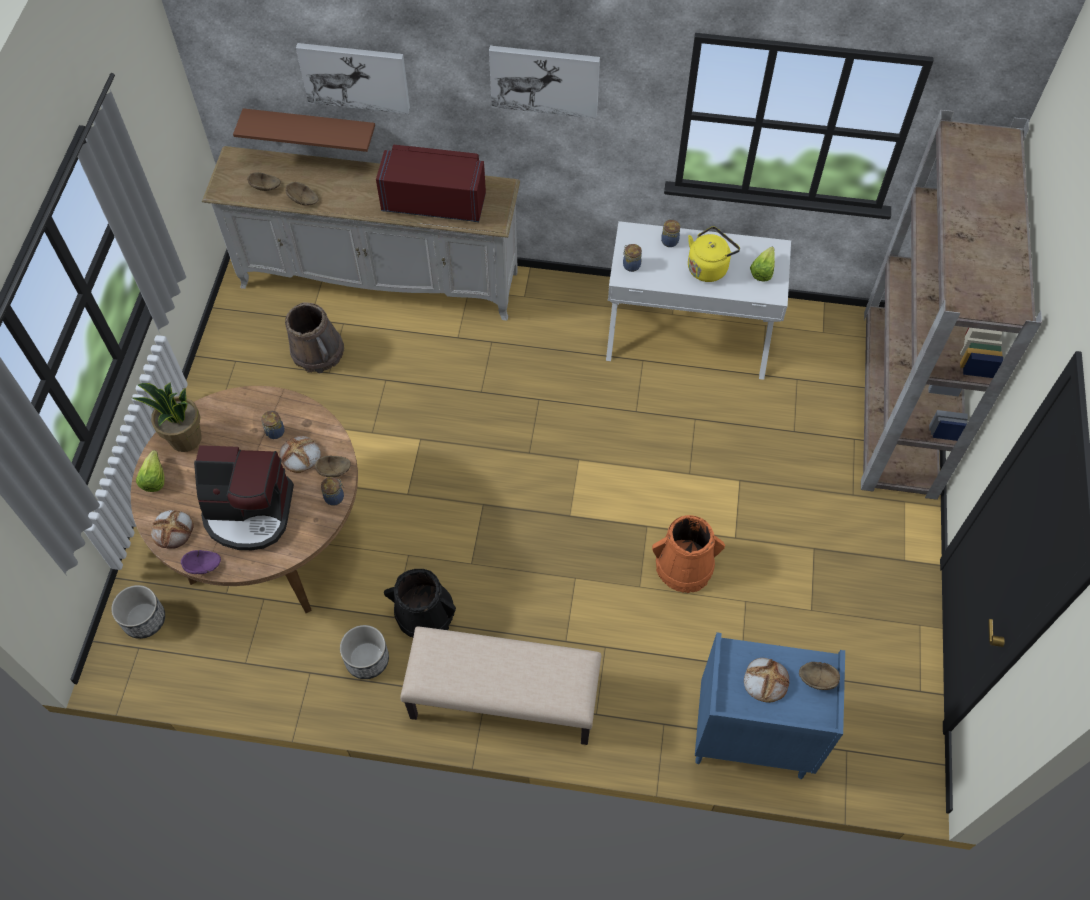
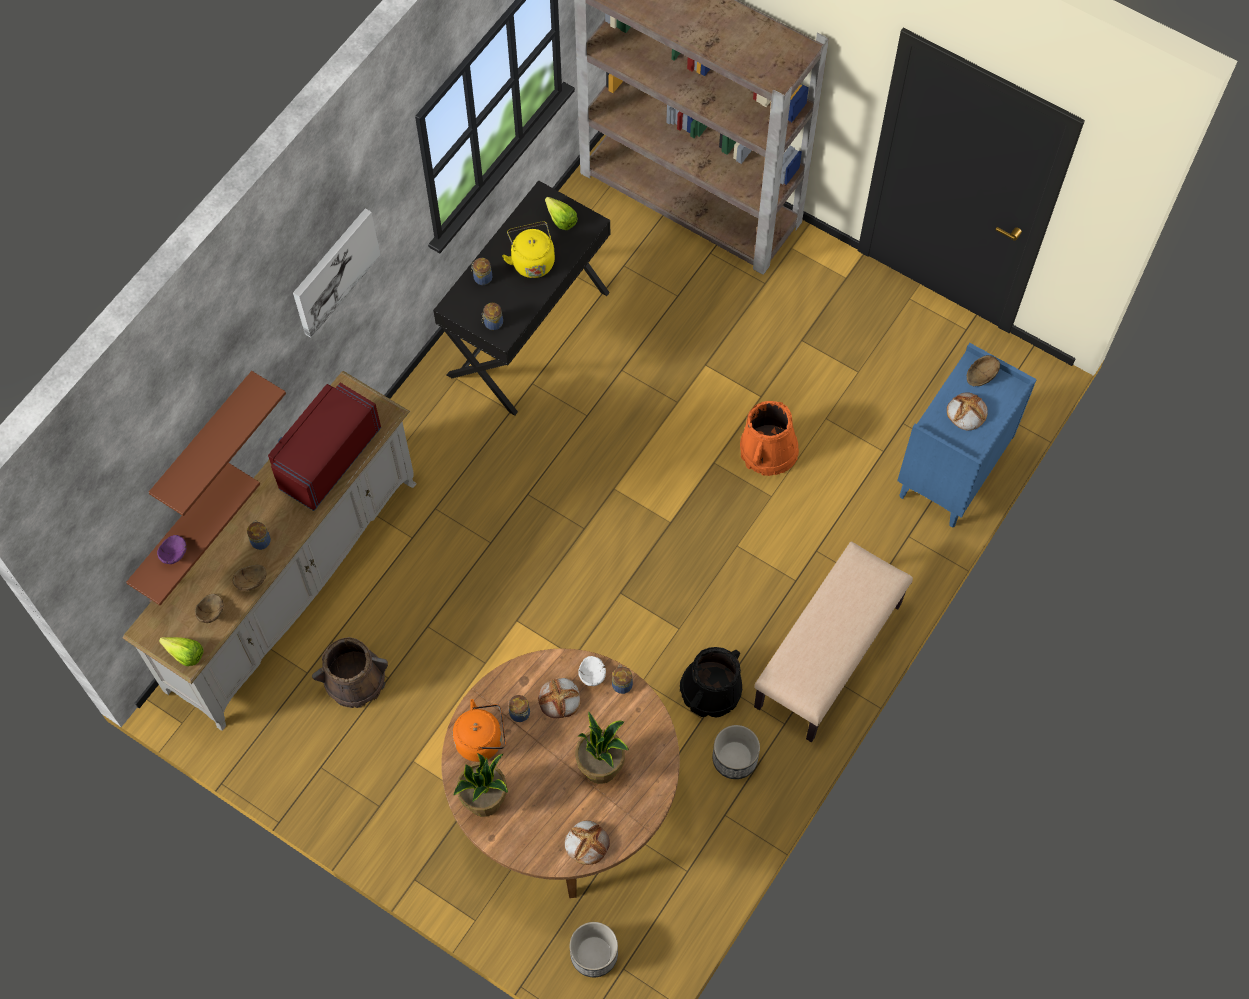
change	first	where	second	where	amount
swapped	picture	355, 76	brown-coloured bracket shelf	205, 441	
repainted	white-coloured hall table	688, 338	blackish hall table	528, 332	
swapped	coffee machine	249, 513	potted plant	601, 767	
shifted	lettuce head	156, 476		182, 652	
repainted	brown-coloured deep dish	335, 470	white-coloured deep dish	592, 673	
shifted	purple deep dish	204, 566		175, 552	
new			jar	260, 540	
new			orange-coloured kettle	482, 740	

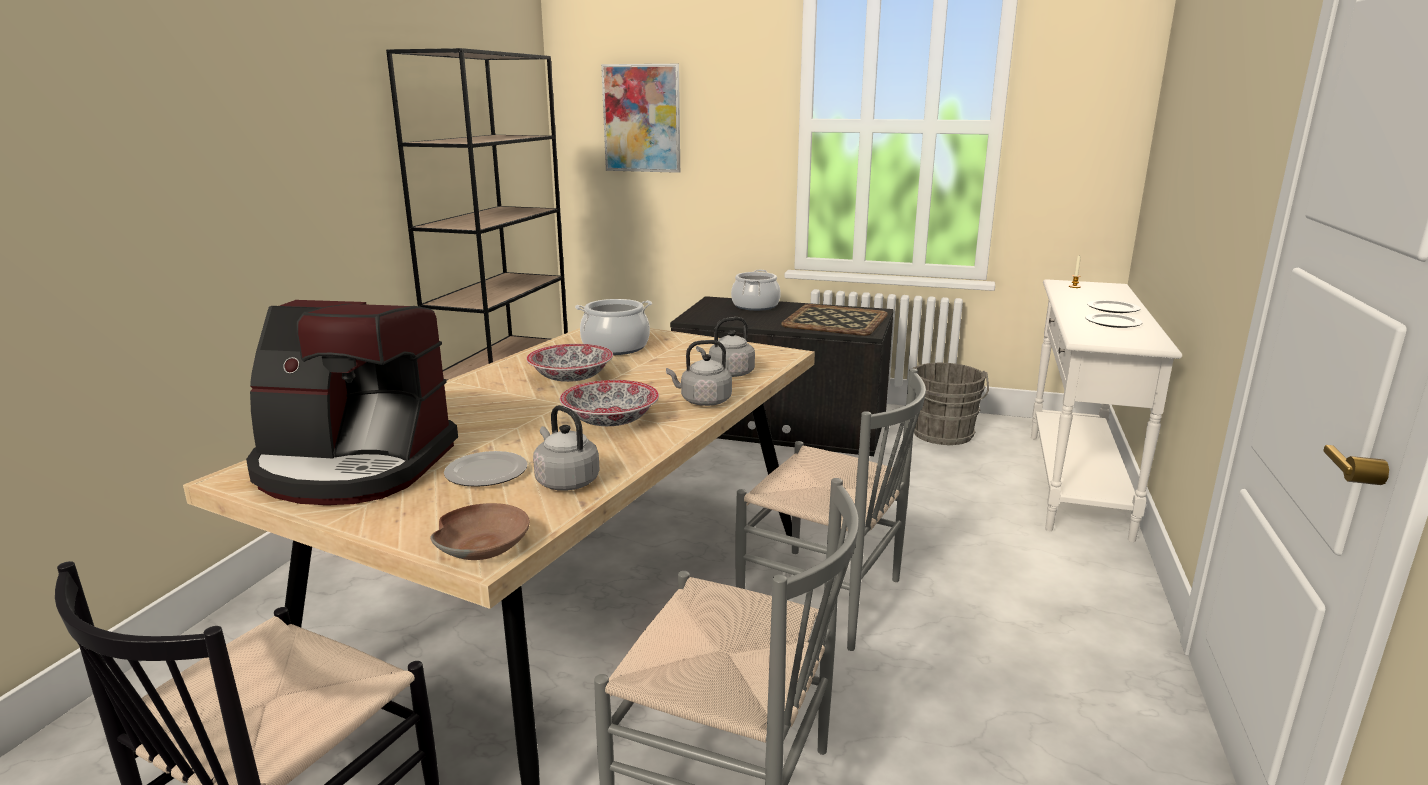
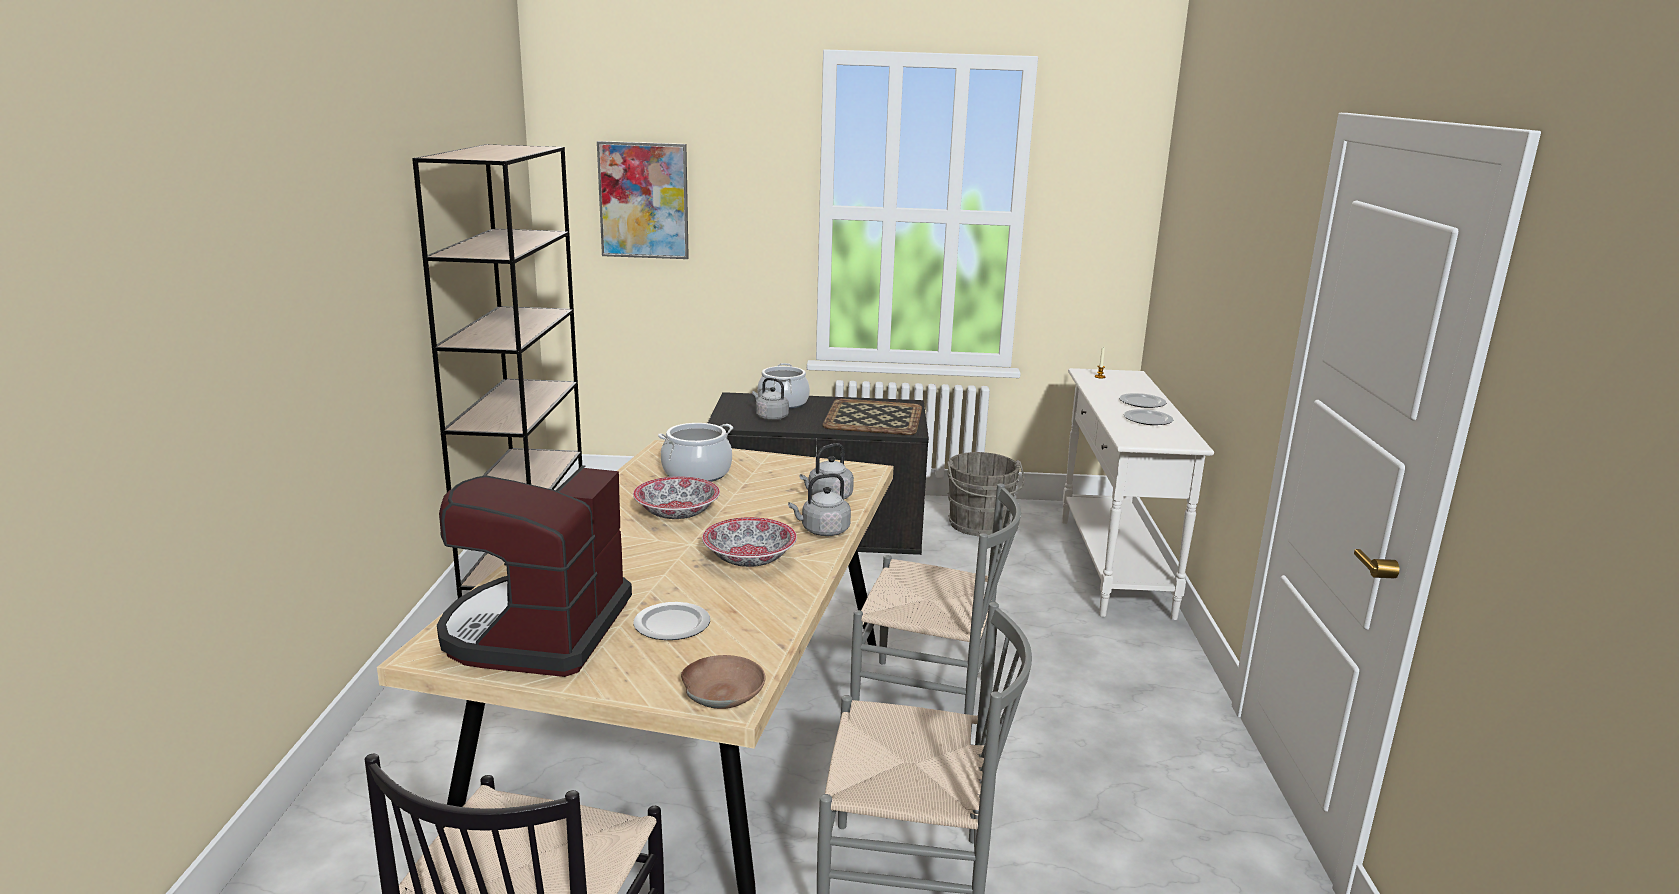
change	first	where	second	where	amount
rotated	coffee machine	353, 466		536, 631	105 degrees clockwise
shifted	greyish kettle	565, 481		770, 417	

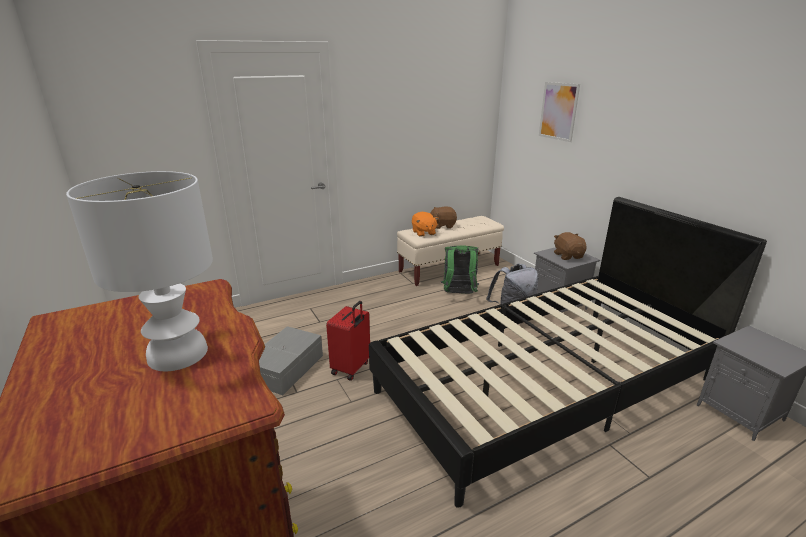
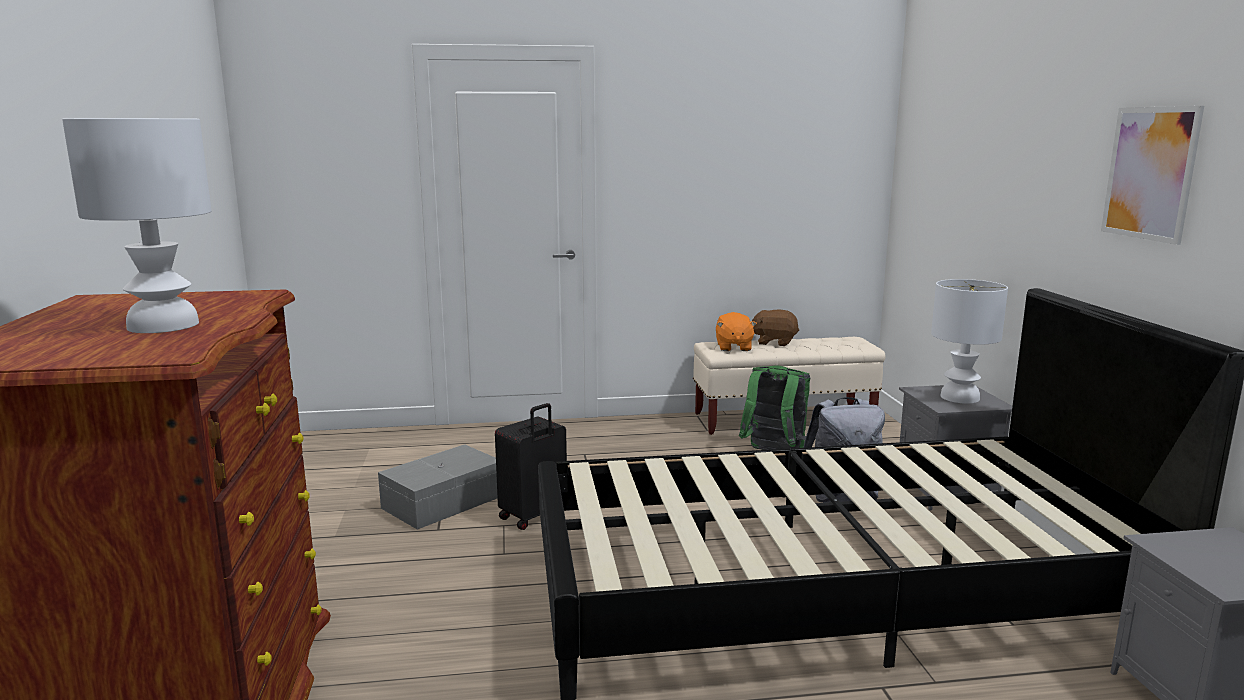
change	first	where	second	where	amount
shifted	picture	558, 111		1150, 173	
swapped	brown-coloured plush toy	568, 256	white-coloured lamp for a table	959, 397	
repainted	reddish travel case	351, 368	blackish travel case	533, 516	

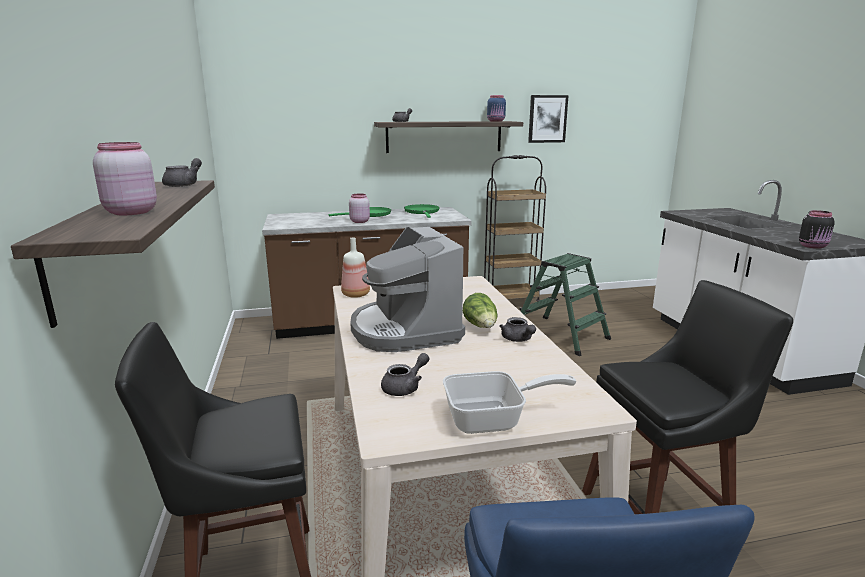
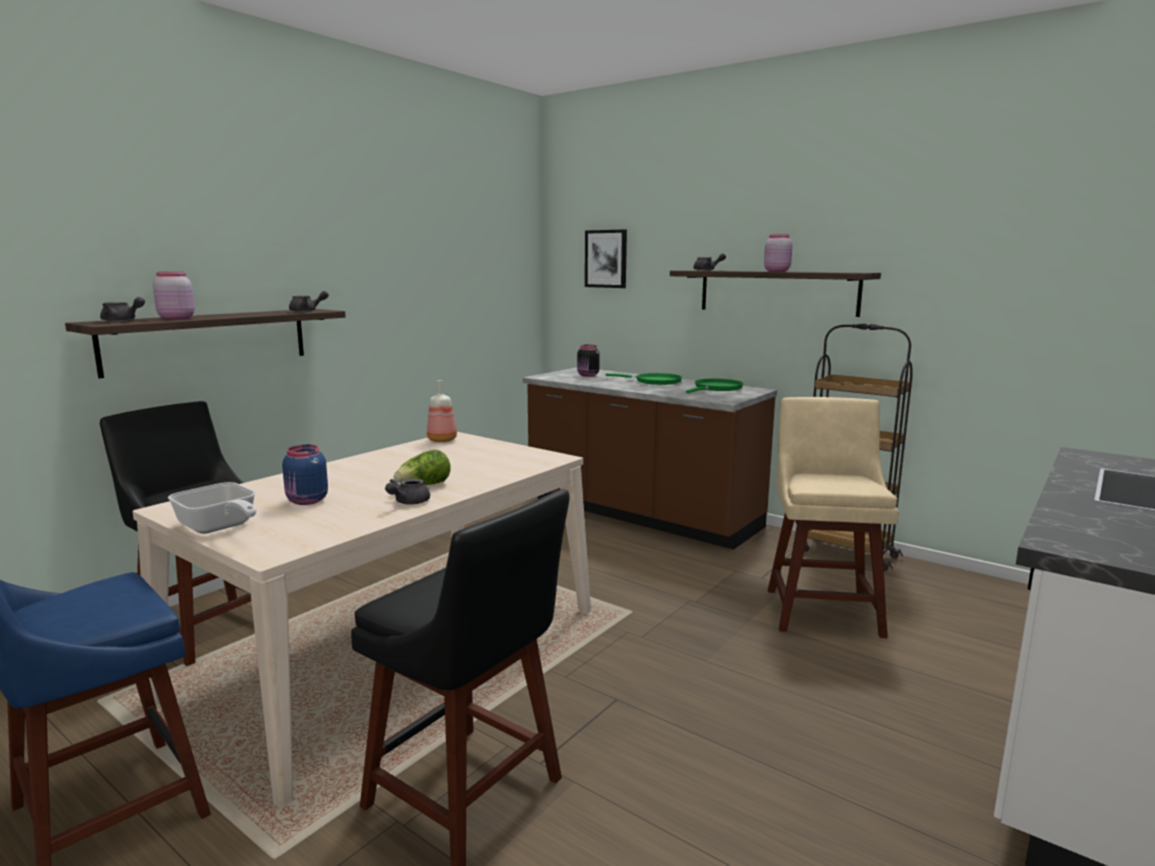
change	first	where	second	where	amount
shifted	bluish jar	496, 121		306, 501	
shifted	picture	547, 119		606, 259	
shifted	pink jar	359, 221		777, 271	
shifted	blackish jar	813, 246		588, 375	
gone	coffee machine	405, 330			
swapped	green-coloured step stool	560, 335	beige upright chair	822, 609	
shifted	greyish tea pot	405, 387		122, 321	

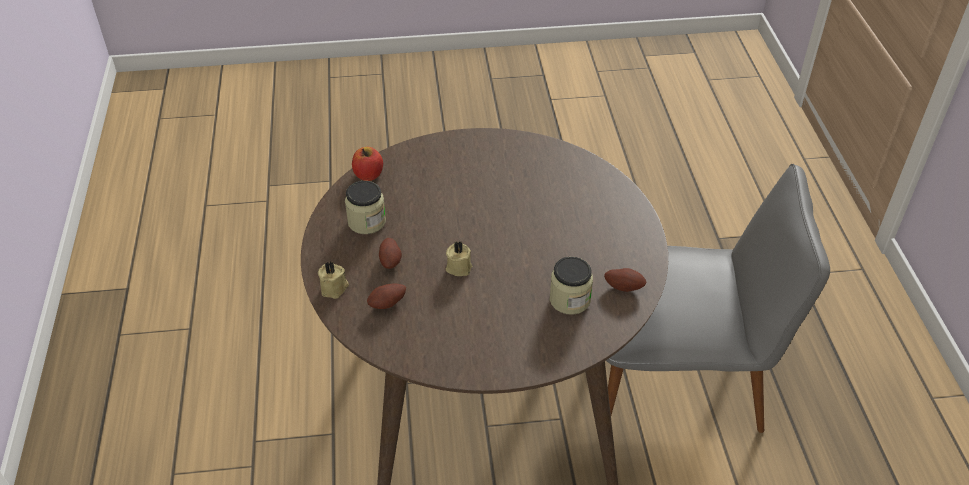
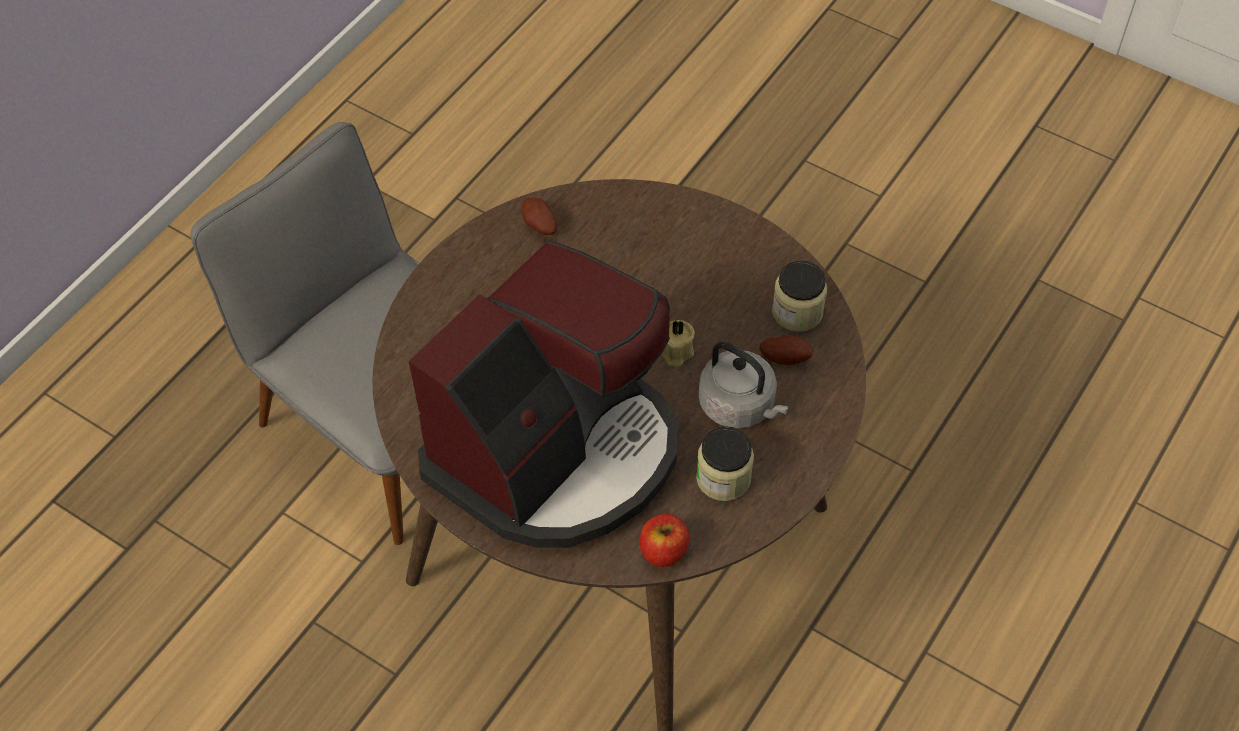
change	first	where	second	where	amount
swapped	whole potato	391, 261	greyish kettle	740, 406	
shifted	jar	570, 300		797, 312	
gone	beige wax light	335, 288			
new			coffee machine	557, 452	

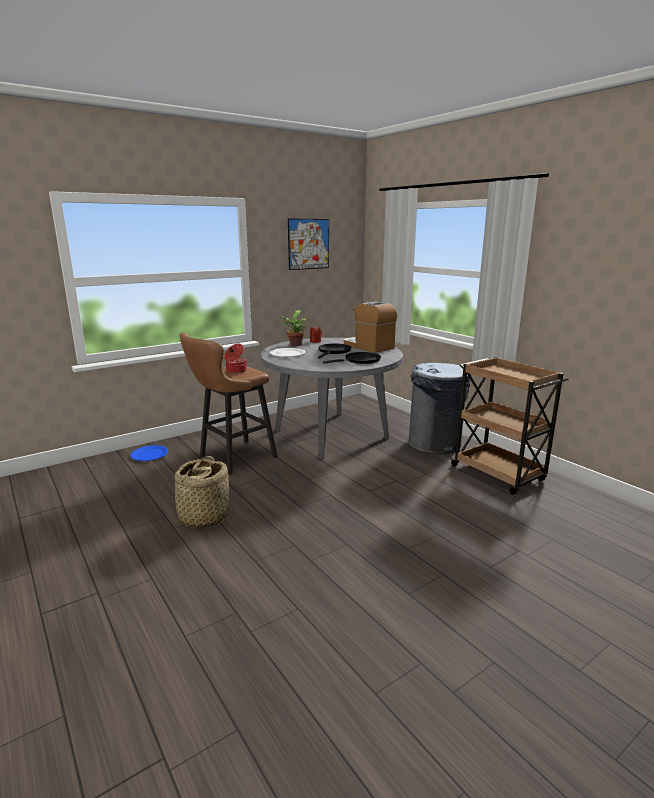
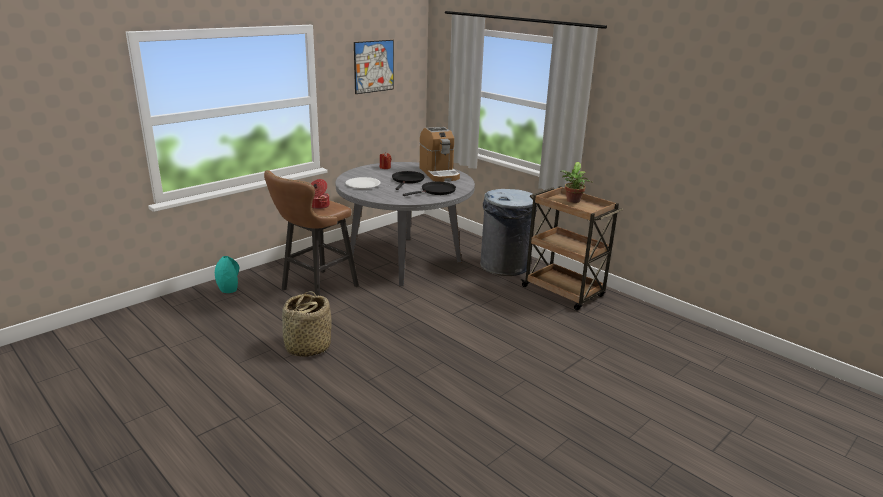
change	first	where	second	where	amount
rotated	coffee machine	368, 347		439, 173	150 degrees counterclockwise
shifted	potted plant	295, 345		572, 201	
swapped	bluish plate	149, 454	turquoise vase	229, 289	

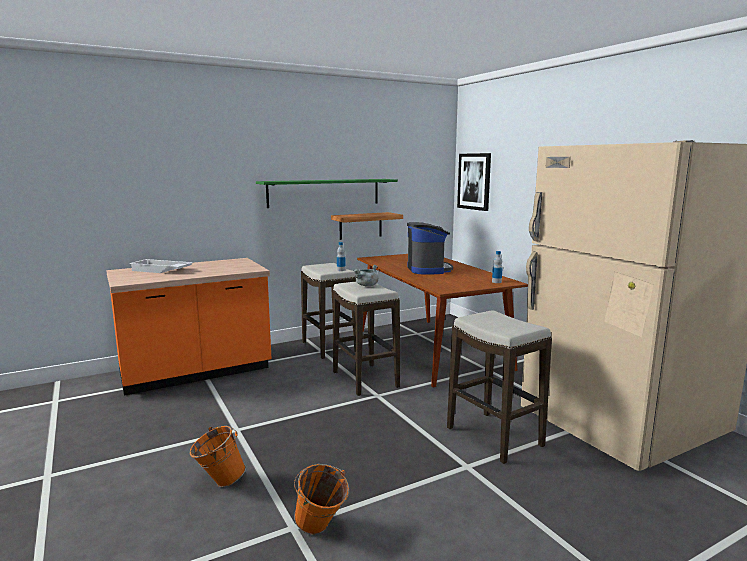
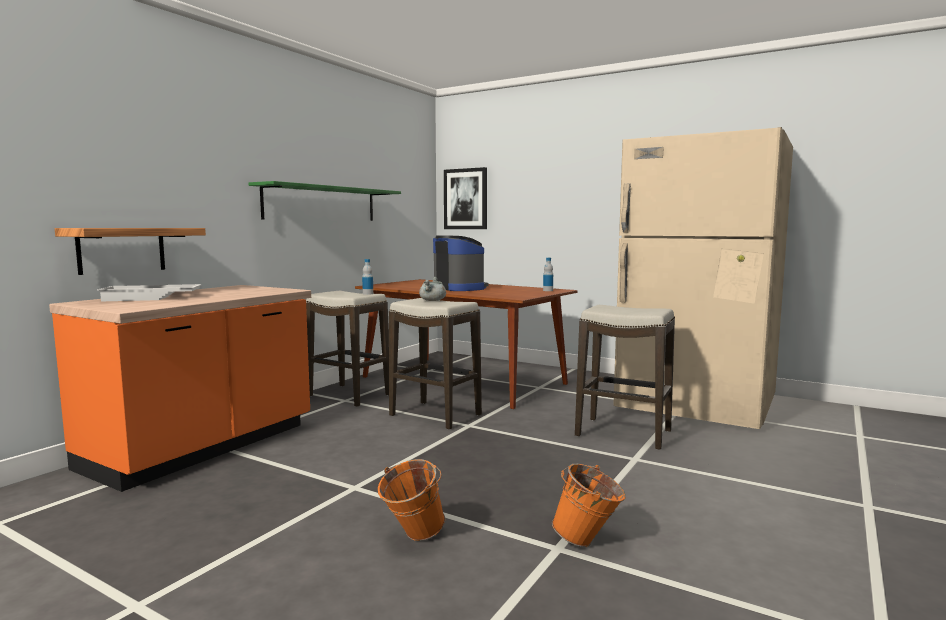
change	first	where	second	where	amount
shifted	bracket shelf	360, 225		122, 250	

